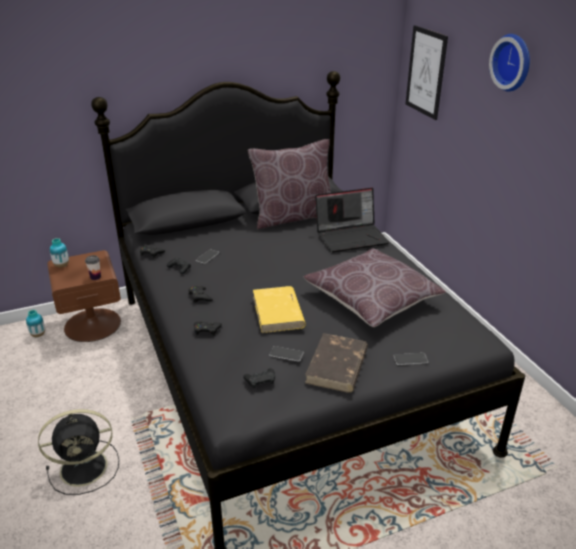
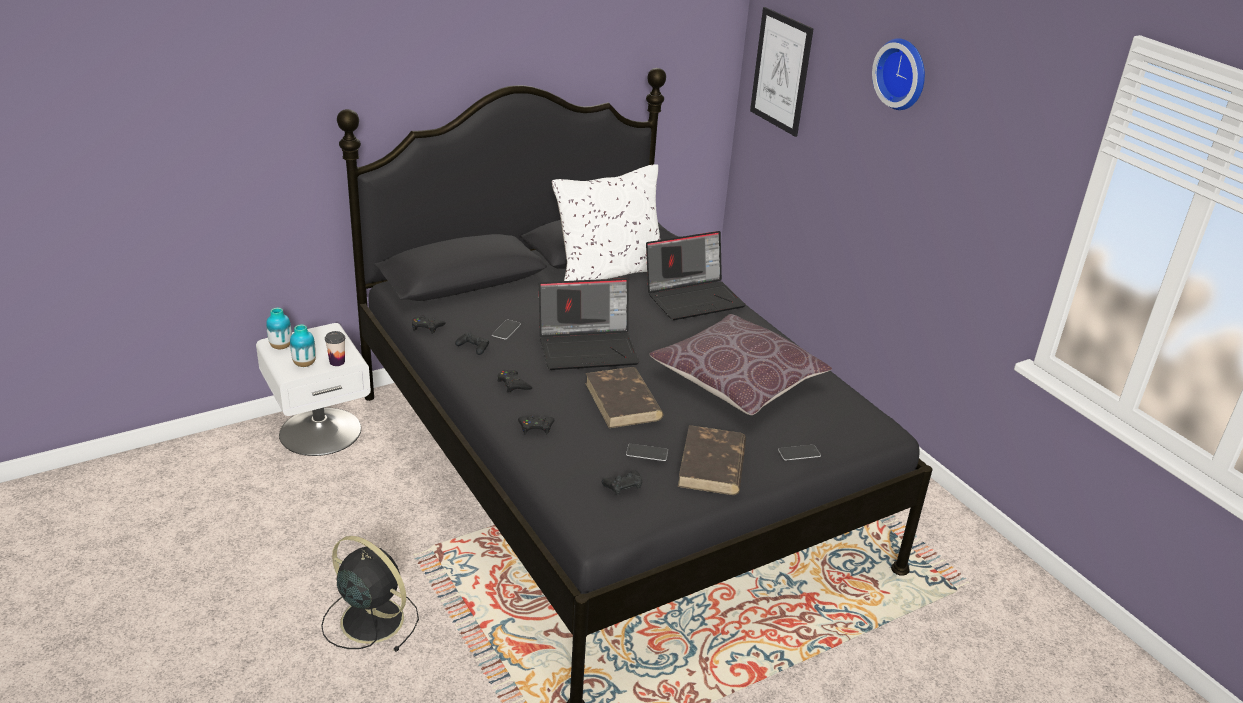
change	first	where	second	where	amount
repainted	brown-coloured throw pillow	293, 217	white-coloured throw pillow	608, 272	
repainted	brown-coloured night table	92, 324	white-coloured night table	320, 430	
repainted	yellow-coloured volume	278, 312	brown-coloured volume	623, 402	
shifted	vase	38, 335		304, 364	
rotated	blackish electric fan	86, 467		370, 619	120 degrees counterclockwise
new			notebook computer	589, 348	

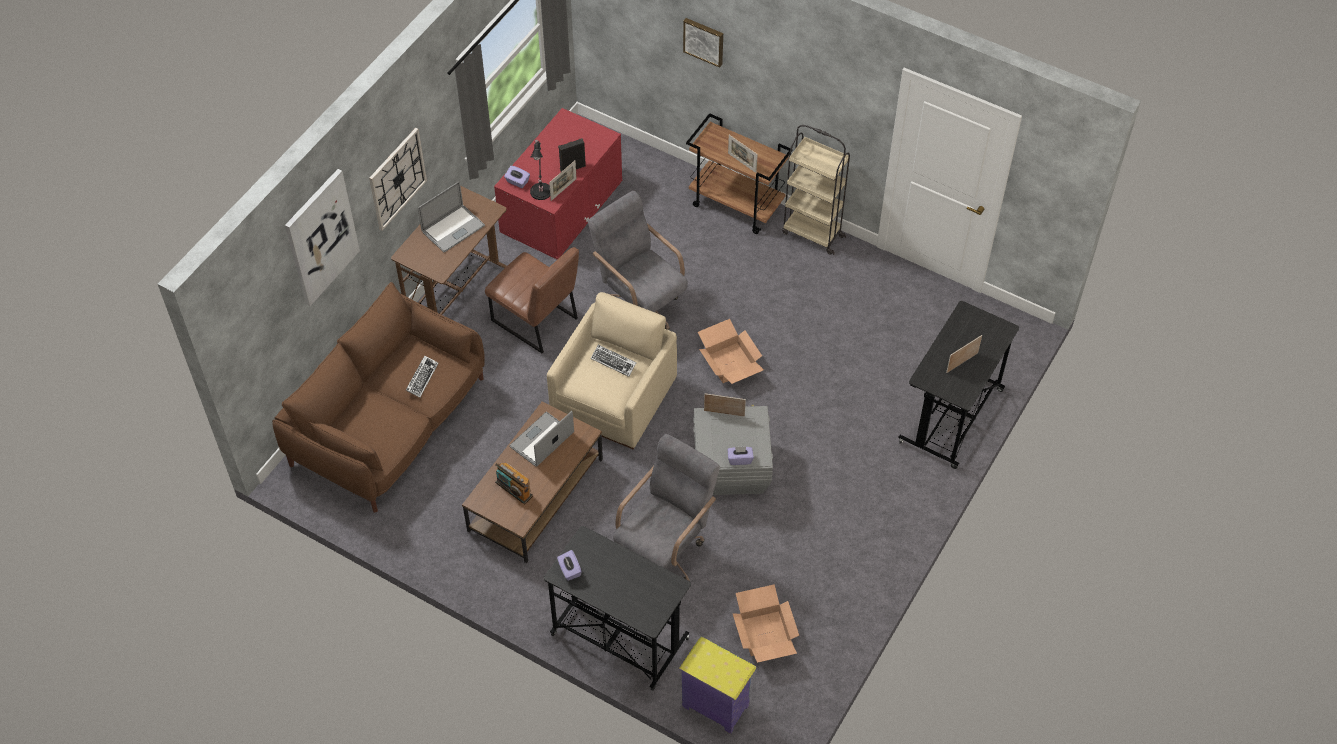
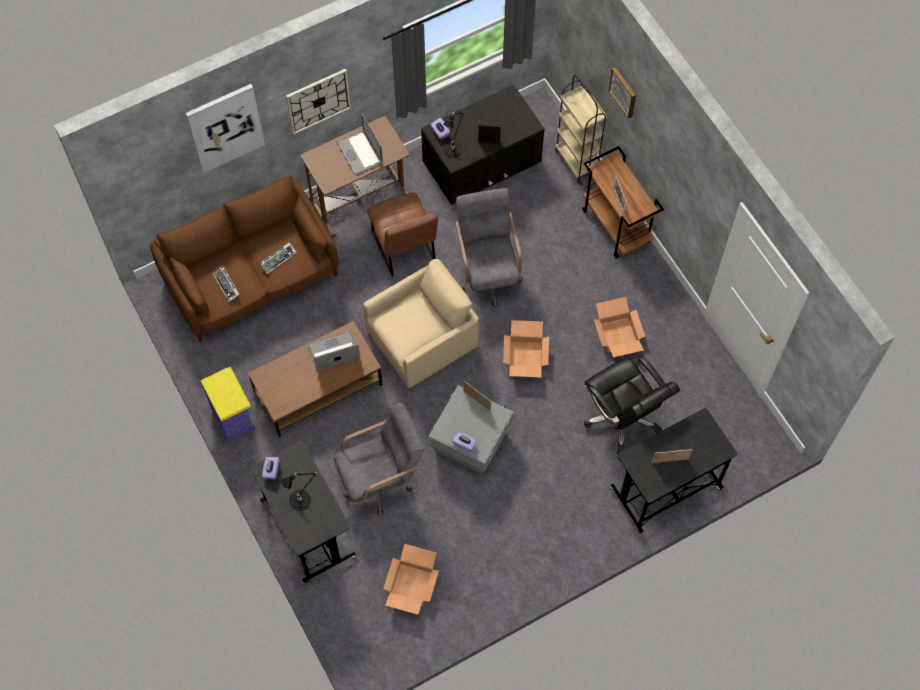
change	first	where	second	where	amount
repainted	reddish cabinet	562, 205	blackish cabinet	482, 161	
shifted	beige trolley	812, 234		577, 162	
gone	photo frame	563, 189			
rotated	notebook computer	453, 228		359, 152	75 degrees clockwise
shifted	PC keyboard	613, 362		226, 284	
gone	radio set	514, 489			
shifted	night table	715, 703		233, 418	
new			packing box	618, 334	
new			blackish office chair	622, 419	
new			blackish lamp for a table	301, 499	

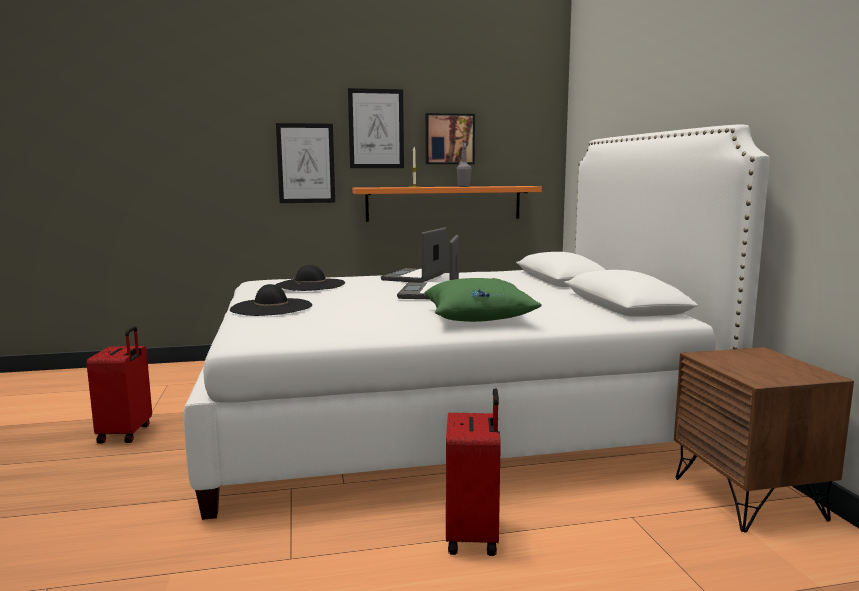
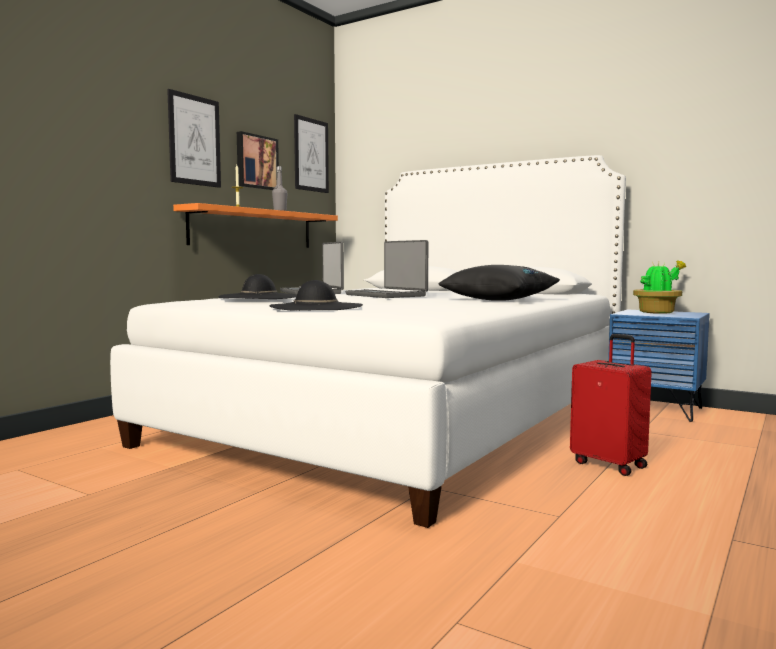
change	first	where	second	where	amount
shifted	picture	306, 163		311, 155	
repainted	green-coloured throw pillow	478, 318	blackish throw pillow	499, 300	
gone	reddish travel case	126, 433			
repainted	brown-coloured night table	749, 498	bluish night table	656, 409	
new			potted plant	658, 312	

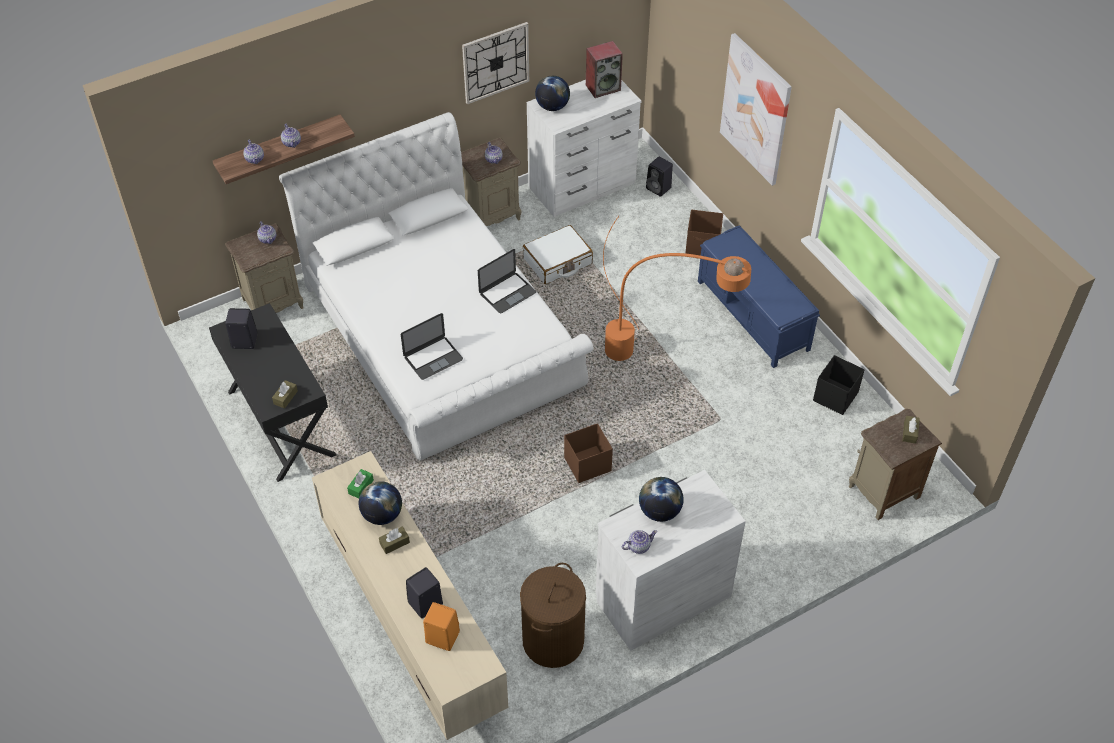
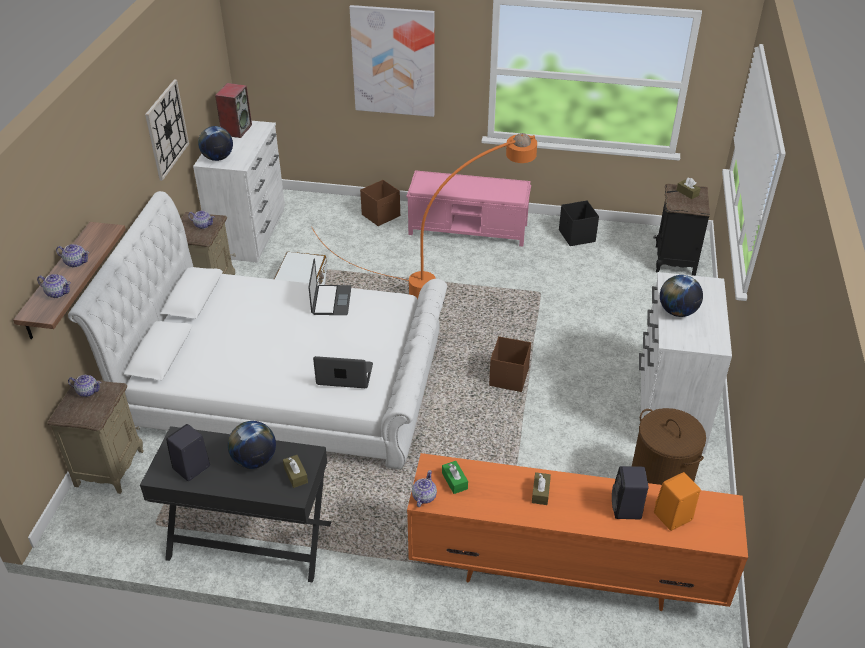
change	first	where	second	where	amount
gone	blackish speaker	659, 188			
repainted	bluish indoor bench	753, 316	pink indoor bench	469, 229	
rotated	notebook computer	433, 358		344, 374	90 degrees counterclockwise
repainted	beige night table	883, 491	blackish night table	674, 261	
repainted	beige cabinet	411, 624	orange-coloured cabinet	563, 575	
shifted	world globe	382, 515		254, 460	
shifted	tea pot	638, 546		423, 497	

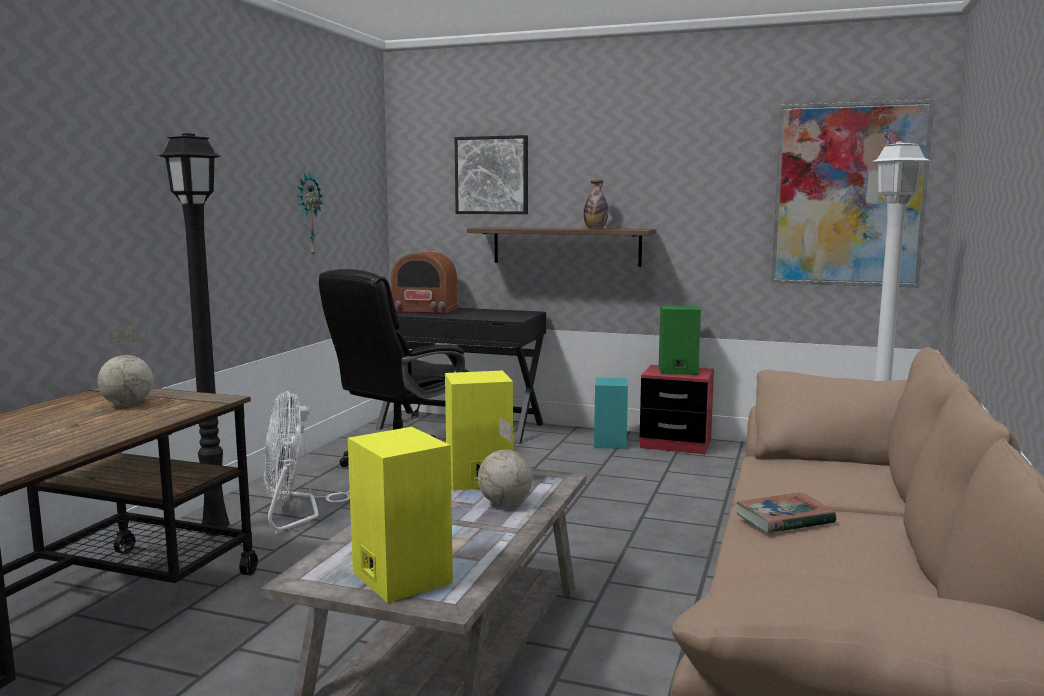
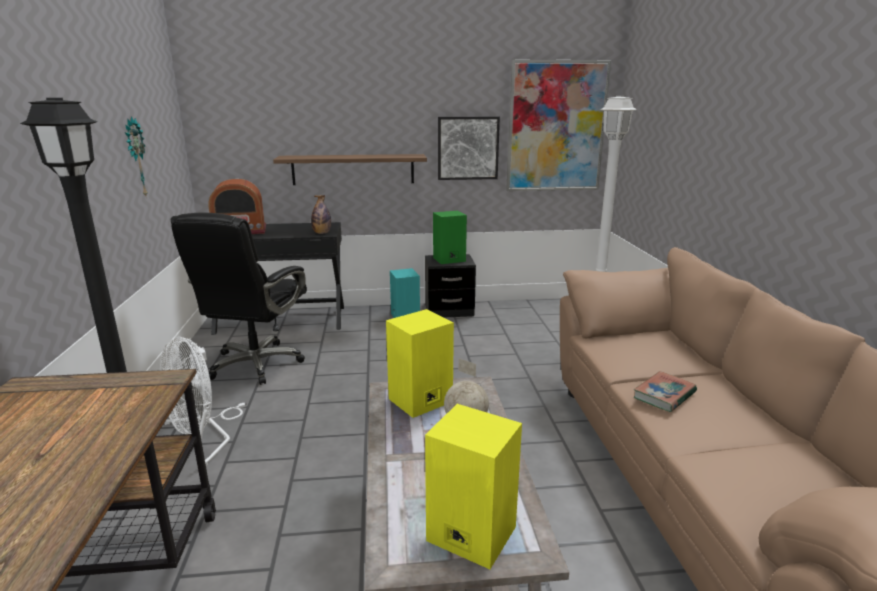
change	first	where	second	where	amount
shifted	picture	492, 175		468, 148	
shifted	beverage bottle	595, 228		322, 233	
gone	world globe	127, 405			
repainted	reddish night table	675, 444	blackish night table	449, 310	

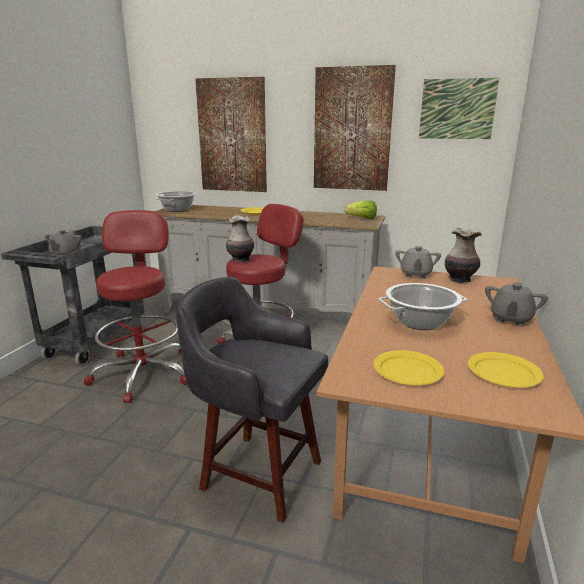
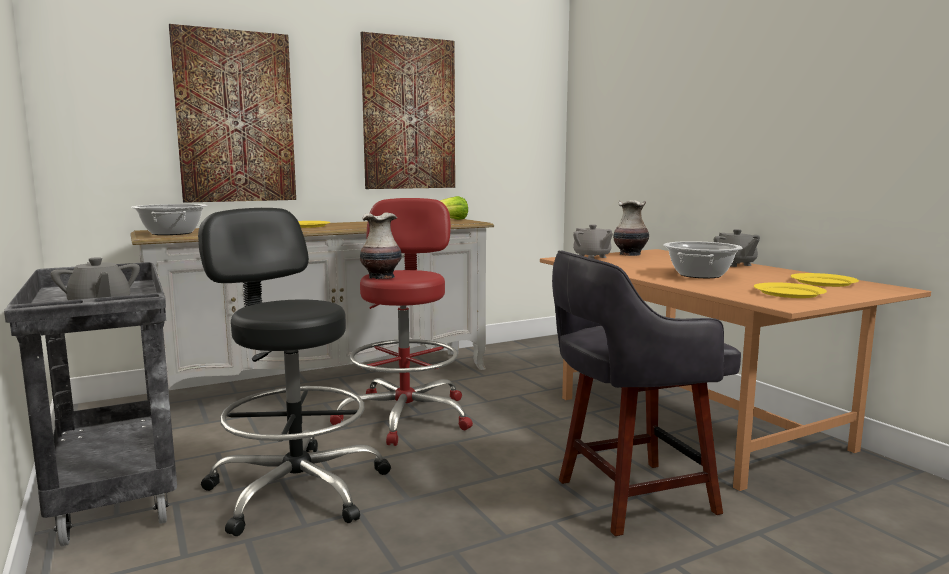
change	first	where	second	where	amount
gone	picture	457, 109			
repainted	reddish stool seat	143, 372	blackish stool seat	296, 487	

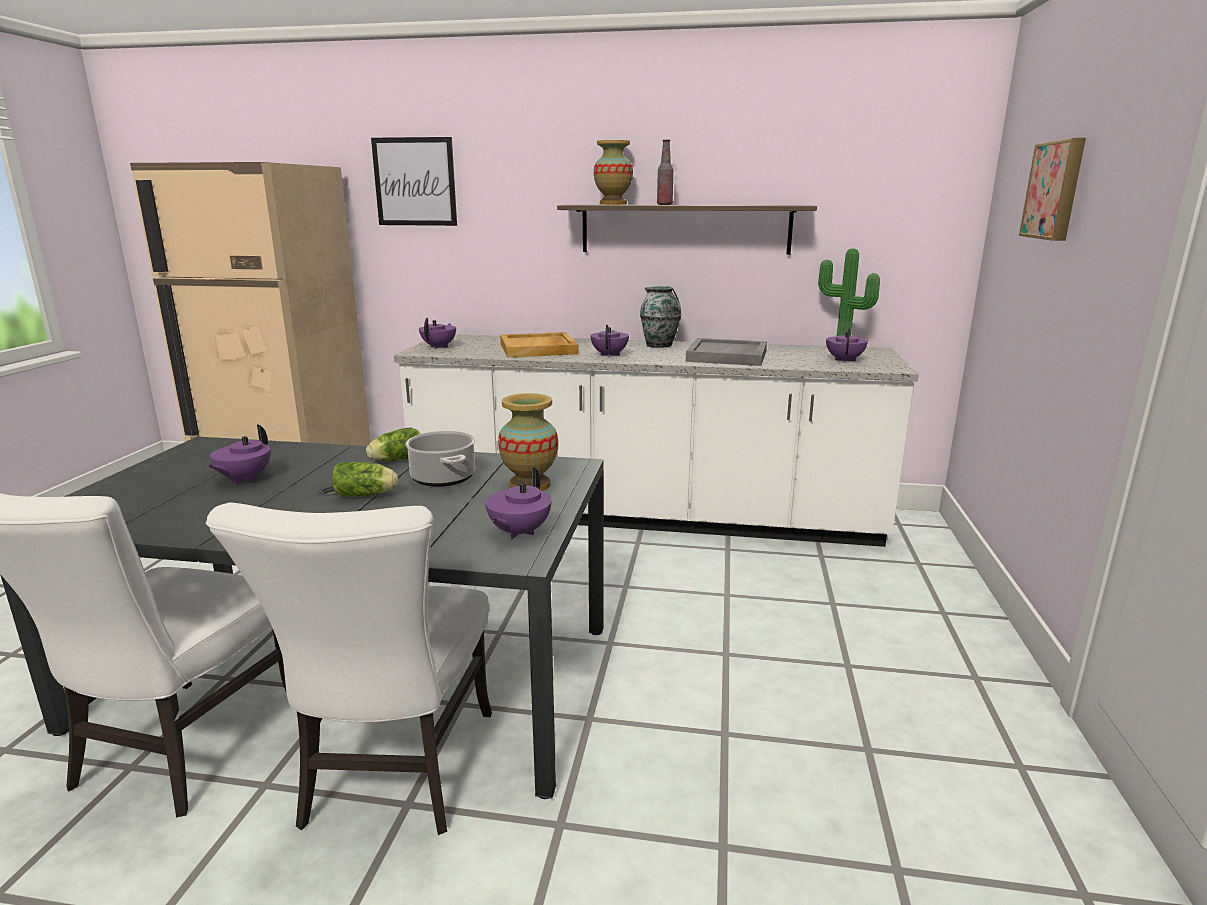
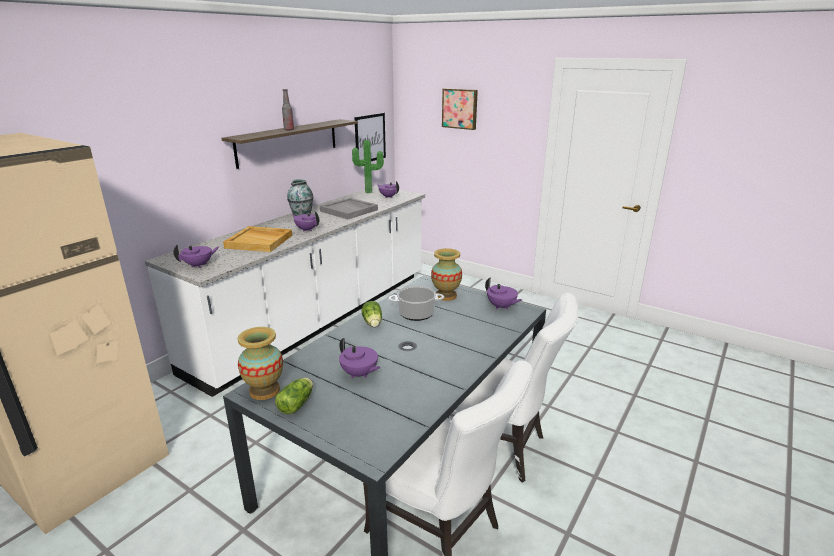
change	first	where	second	where	amount
shifted	picture	415, 182		370, 138	
shifted	vase	613, 204		264, 391	
rotated	purple tea pot	439, 347		199, 265	105 degrees clockwise
shifted	lettuce head	367, 495		297, 403	

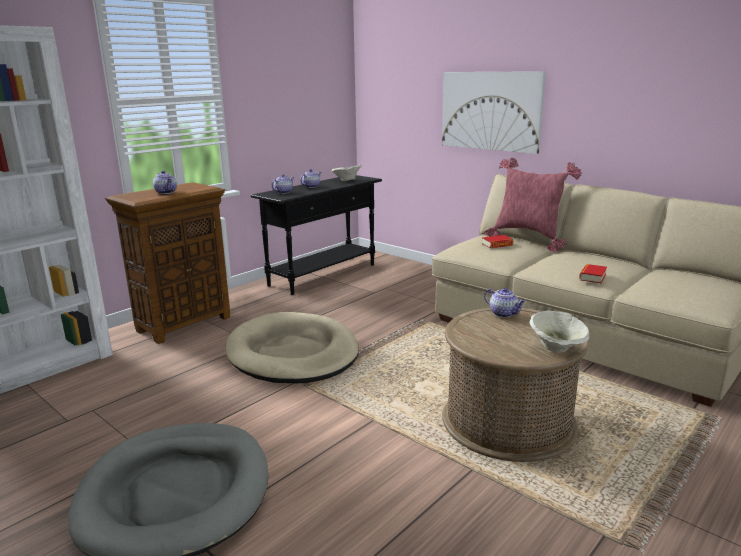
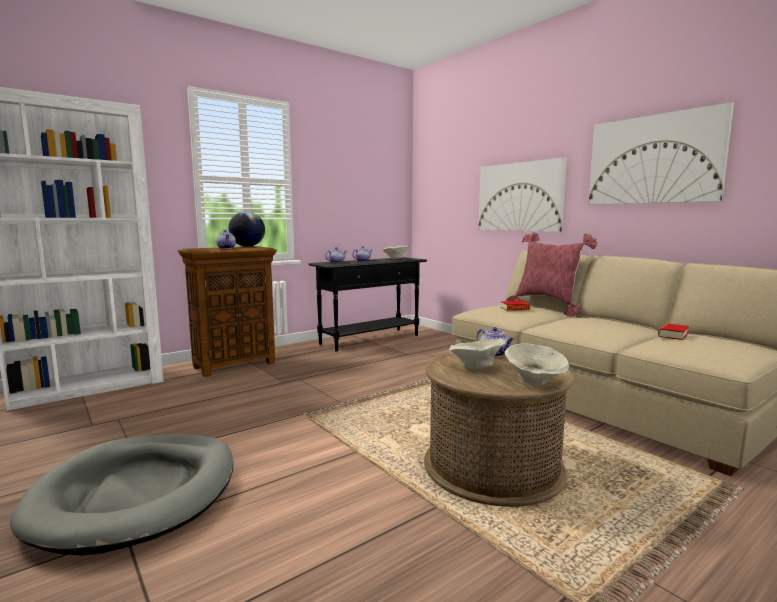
change	first	where	second	where	amount
shifted	volume	592, 277		673, 335	
gone	beige dog bed	293, 353			
new			picture	653, 159	
new			world globe	247, 246	
new			beige deep dish	476, 367	

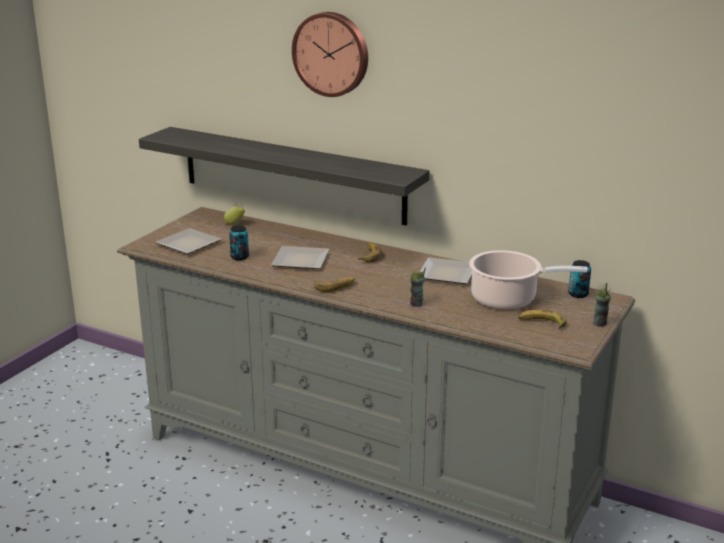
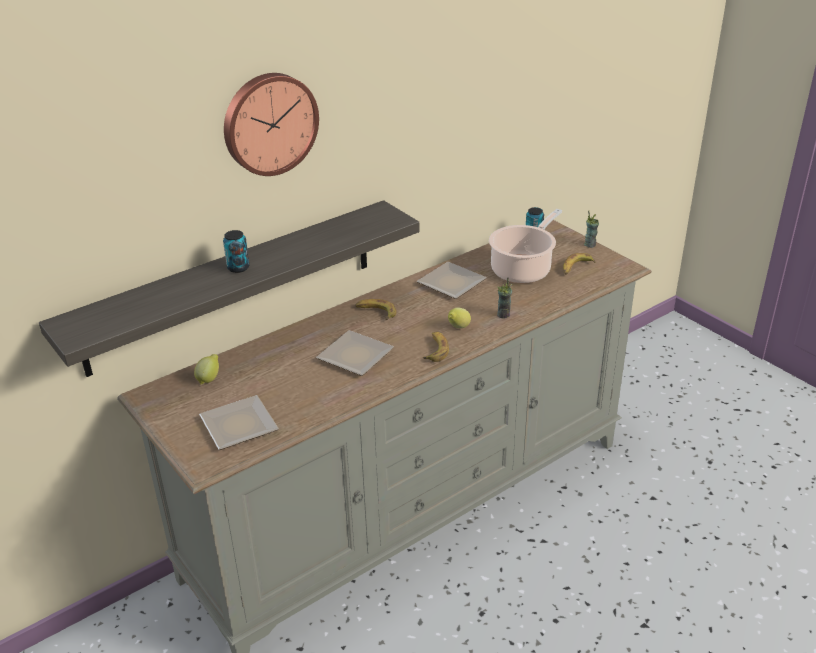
change	first	where	second	where	amount
shifted	metal can	239, 257		238, 268	
new			citrus fruit	458, 328	

